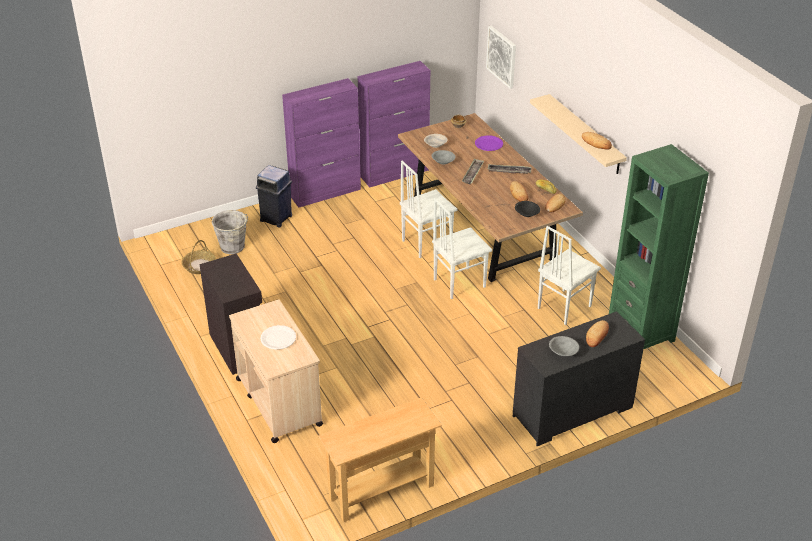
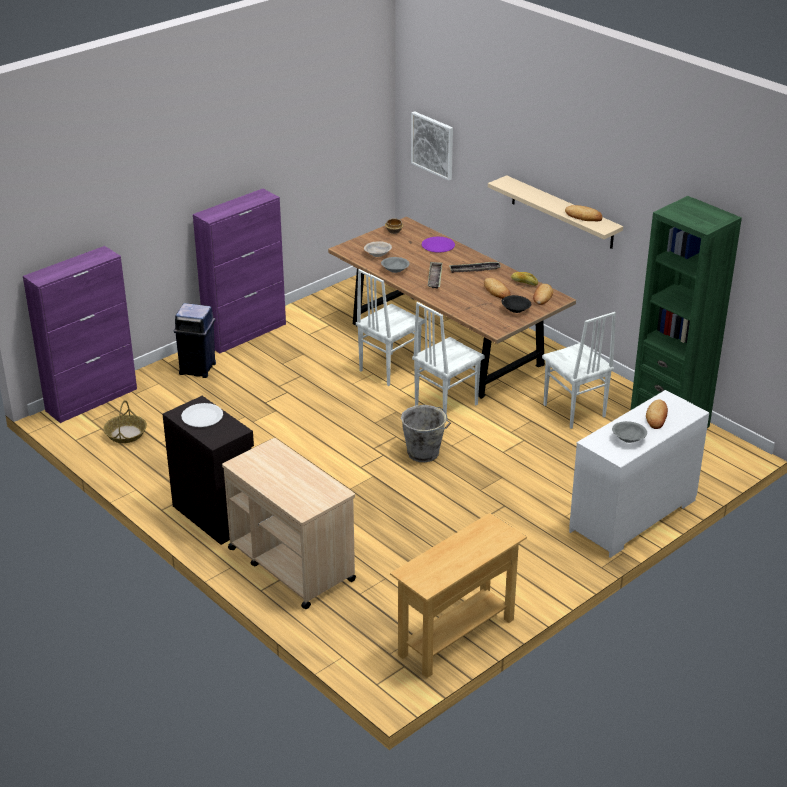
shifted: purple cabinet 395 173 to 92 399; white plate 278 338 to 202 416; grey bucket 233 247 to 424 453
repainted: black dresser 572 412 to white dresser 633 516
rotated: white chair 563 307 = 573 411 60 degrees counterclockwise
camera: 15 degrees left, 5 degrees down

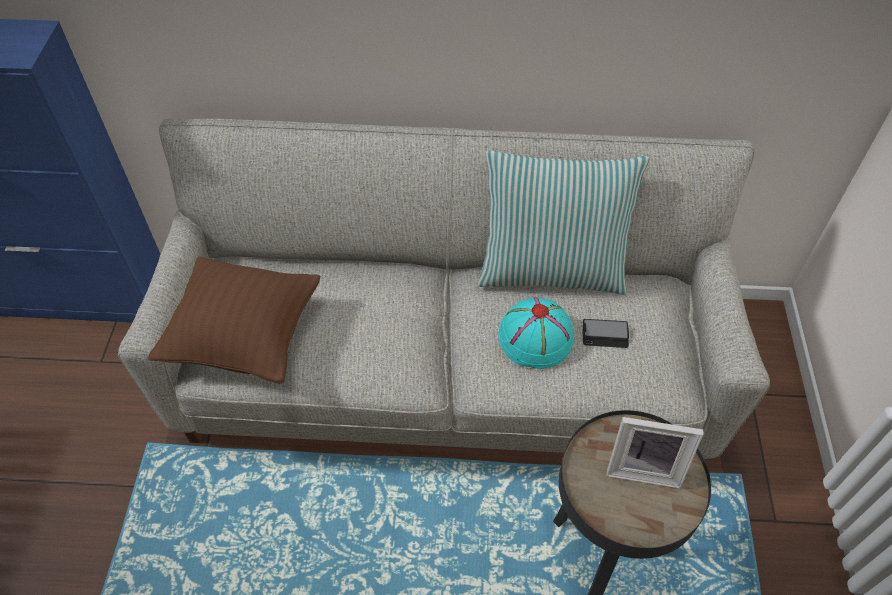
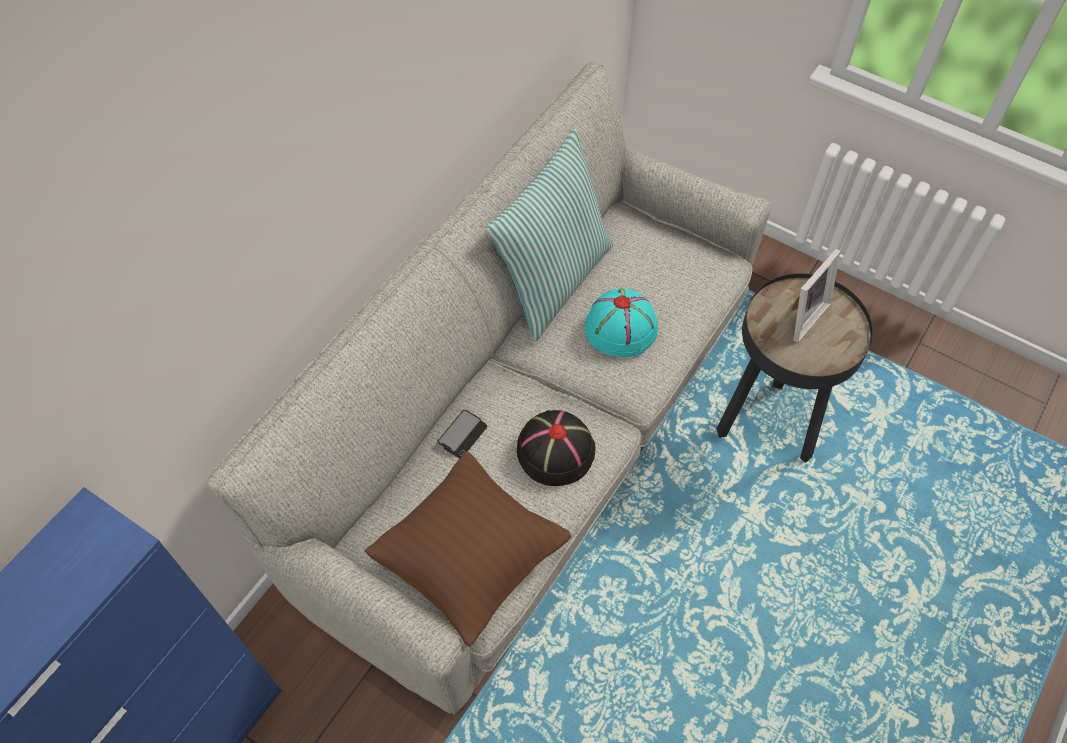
new: black hat 555 450
shifted: phone 605 334 to 462 434
camera: 60 degrees left, 5 degrees up

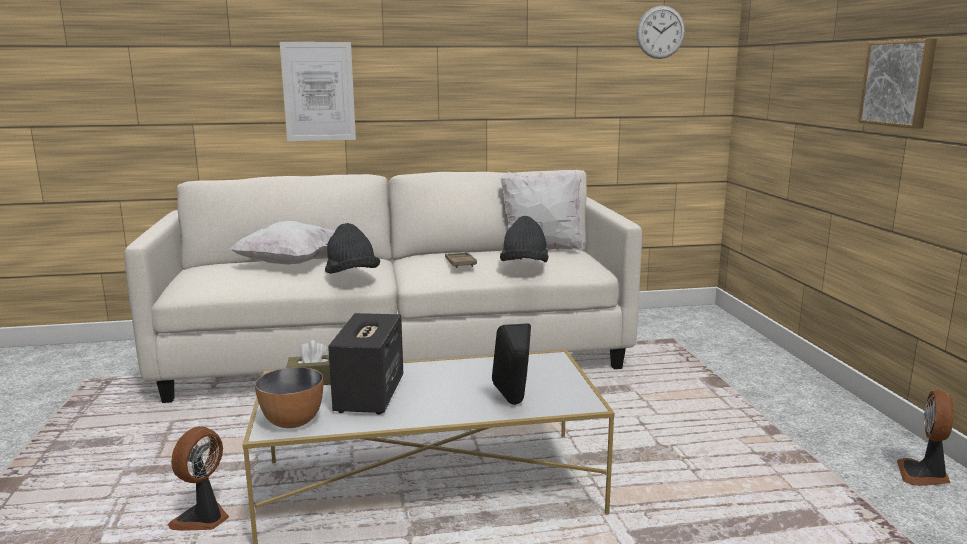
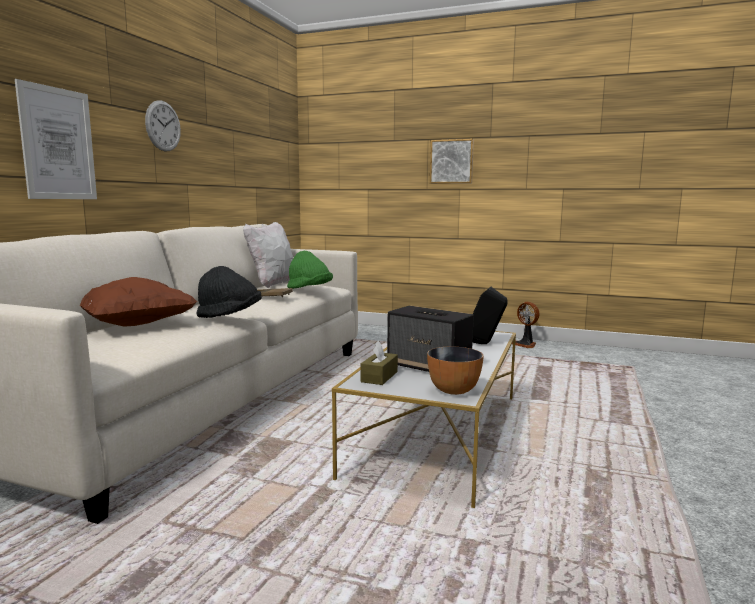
gone: fan 203 519
shifted: wall clock 660 32 to 163 126
repainted: white pillow 291 264 to brown pillow 135 325; black hat 524 266 to green hat 309 290
camera: 60 degrees left, 5 degrees down

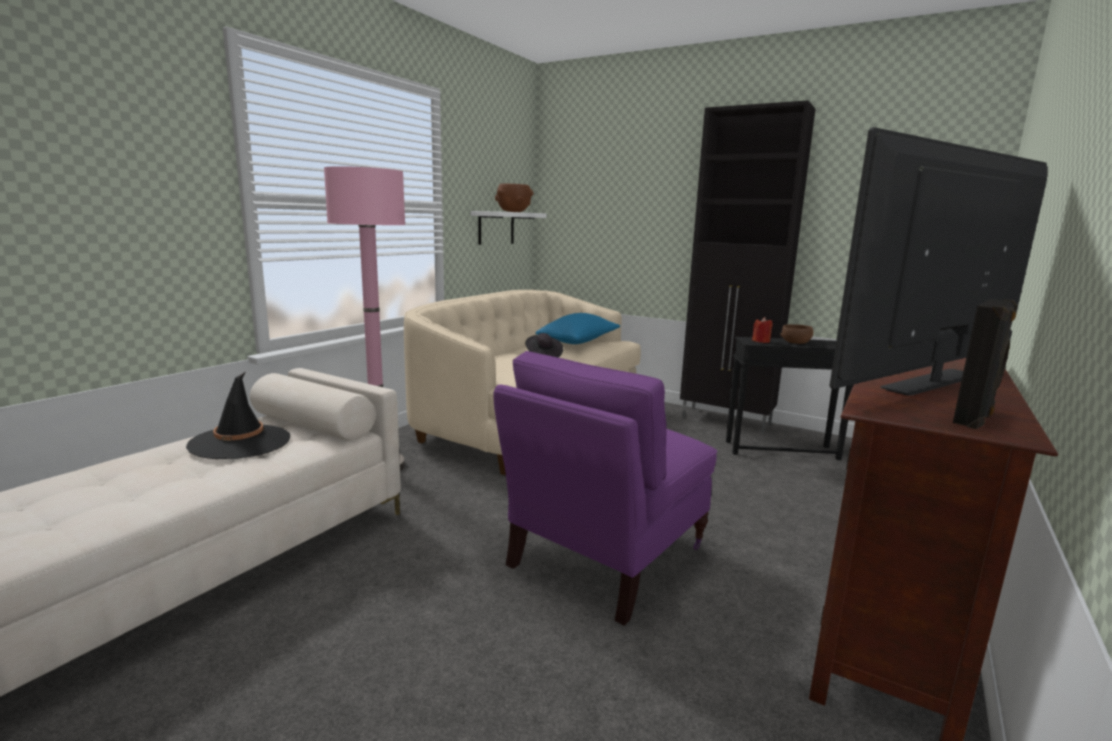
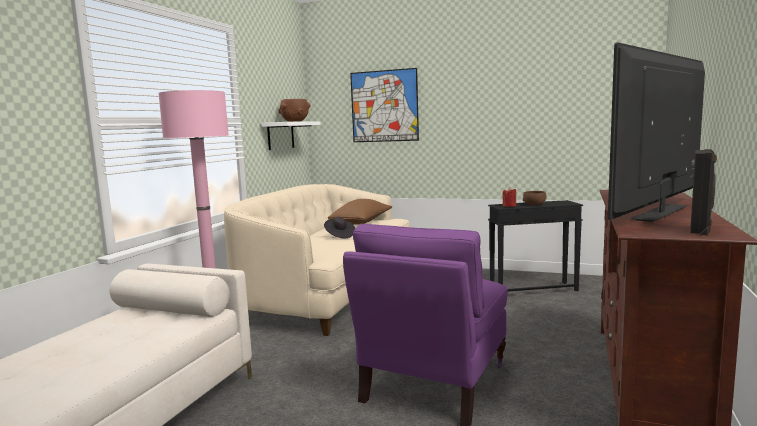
gone: black hat 240 442; black cabinet 727 421
new: picture 384 106
repainted: blue pillow 579 342 to brown pillow 362 223
camera: 10 degrees left, 5 degrees down

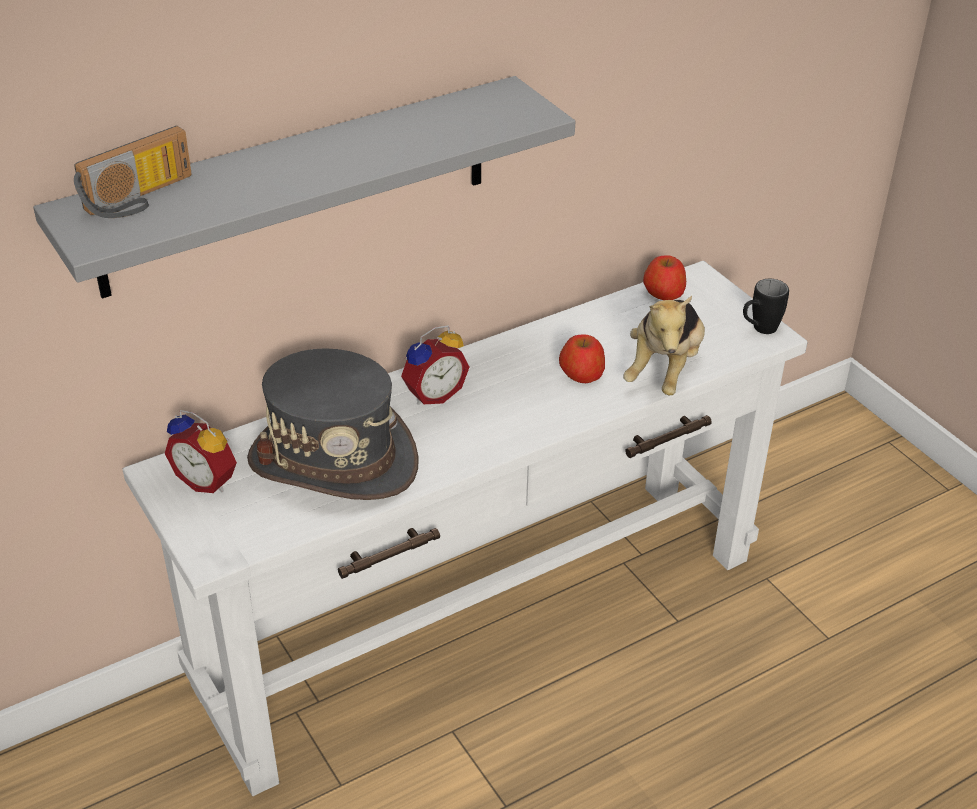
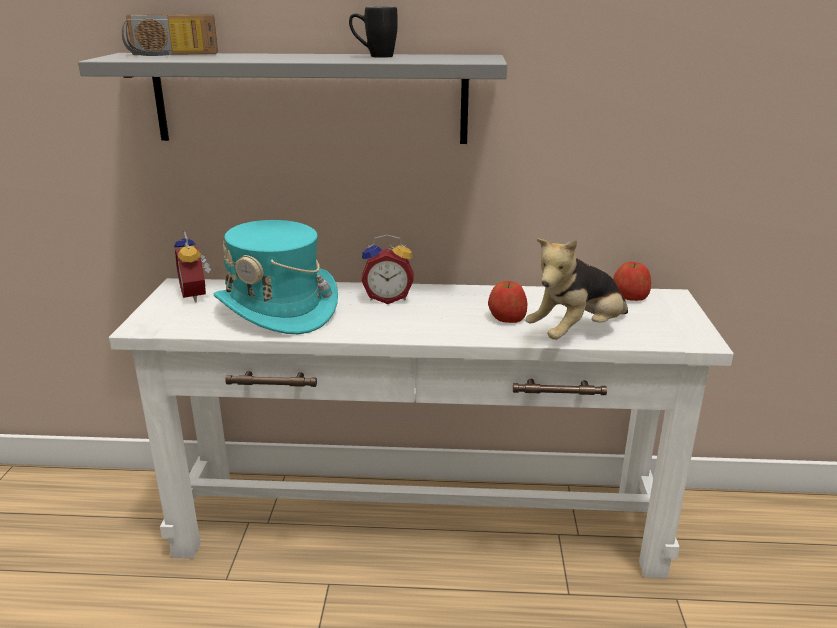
shifted: black mug 759 330 to 374 56
repainted: grey hat 333 461 to turquoise hat 278 309
camera: 35 degrees right, 15 degrees down

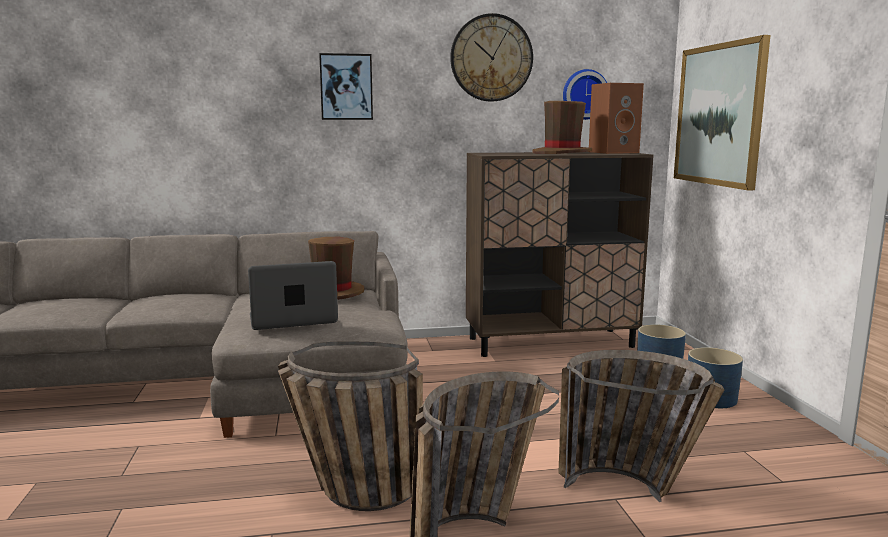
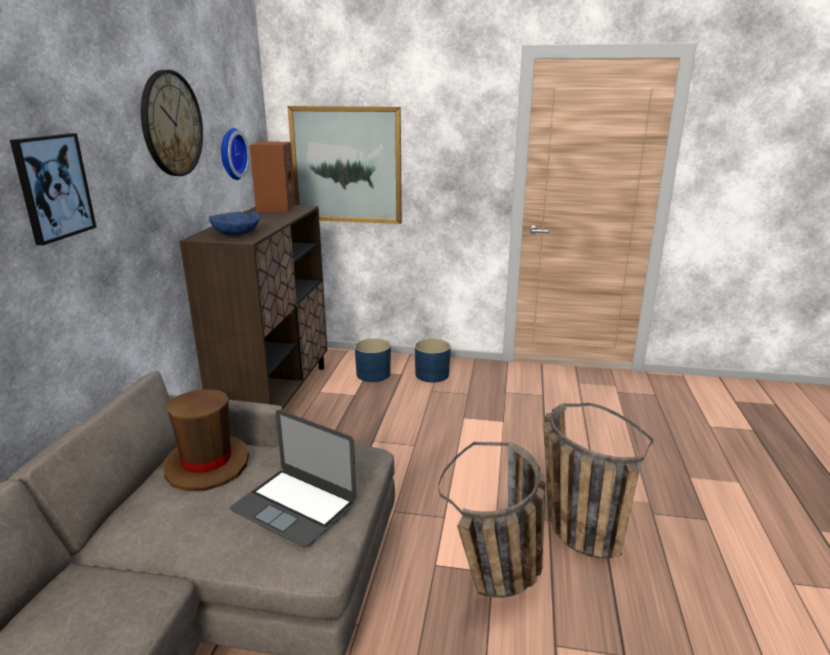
gone: brown hat 562 153; basket 633 490
new: blue bowl 235 233
rotated: laptop 292 319 = 294 506 60 degrees counterclockwise
camera: 70 degrees left, 10 degrees up

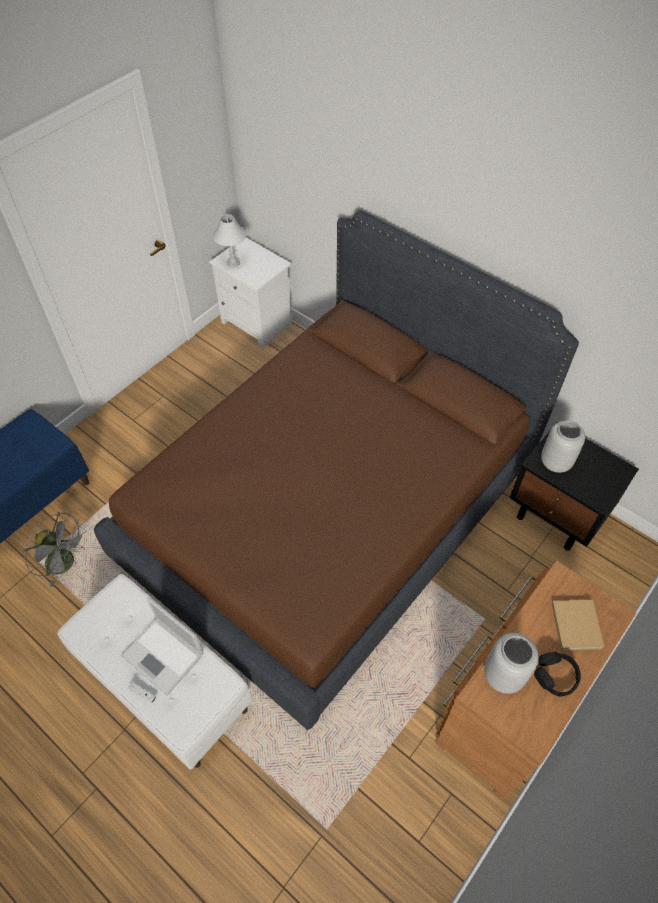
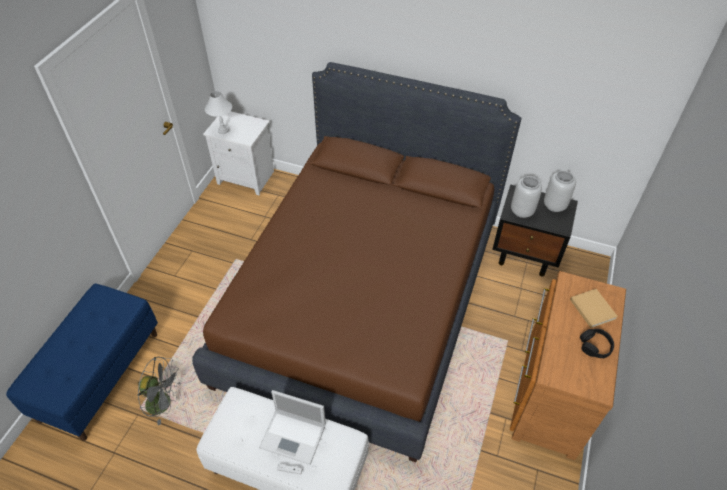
shifted: grey vase 503 674 to 554 205
camera: 20 degrees left, 5 degrees down

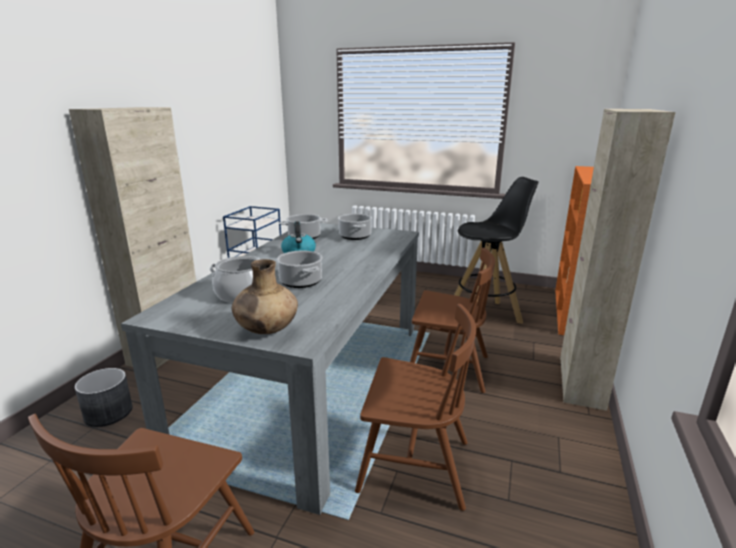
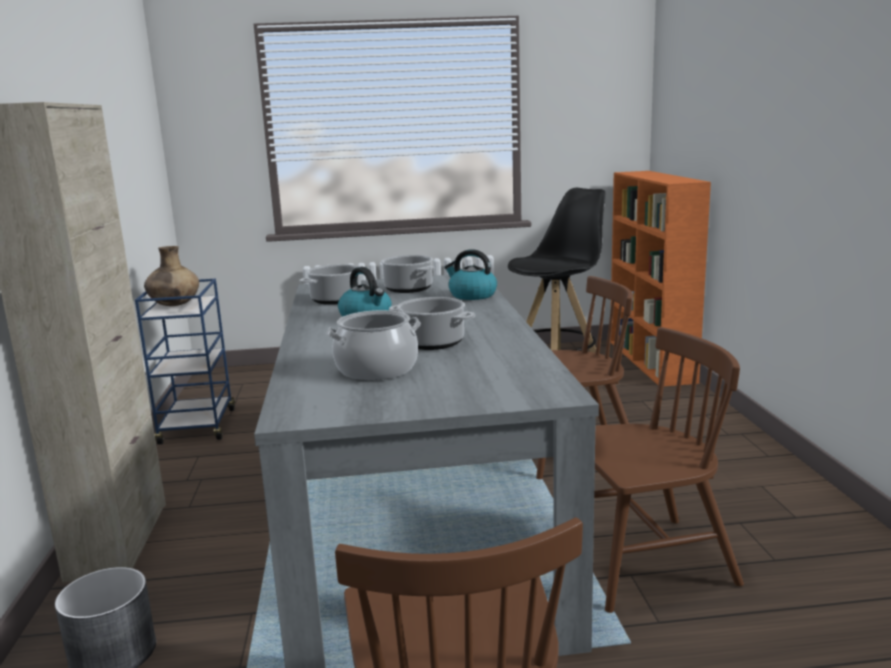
gone: beige cabinet 581 382
new: kettle 471 295
shifted: brown vase 266 330 to 174 305
camera: 25 degrees left, 5 degrees down

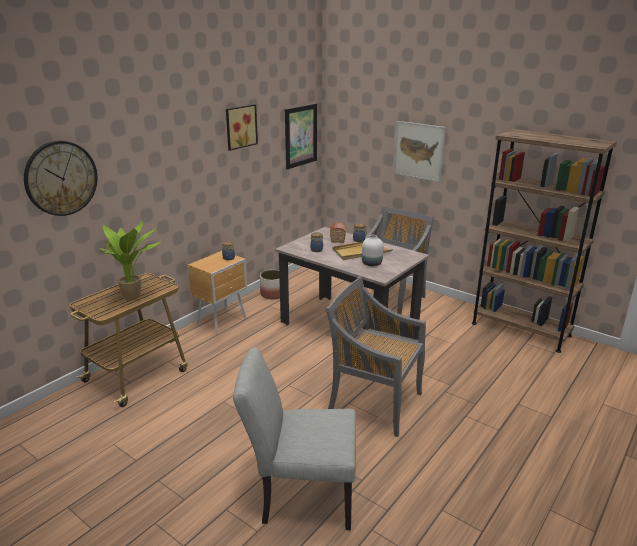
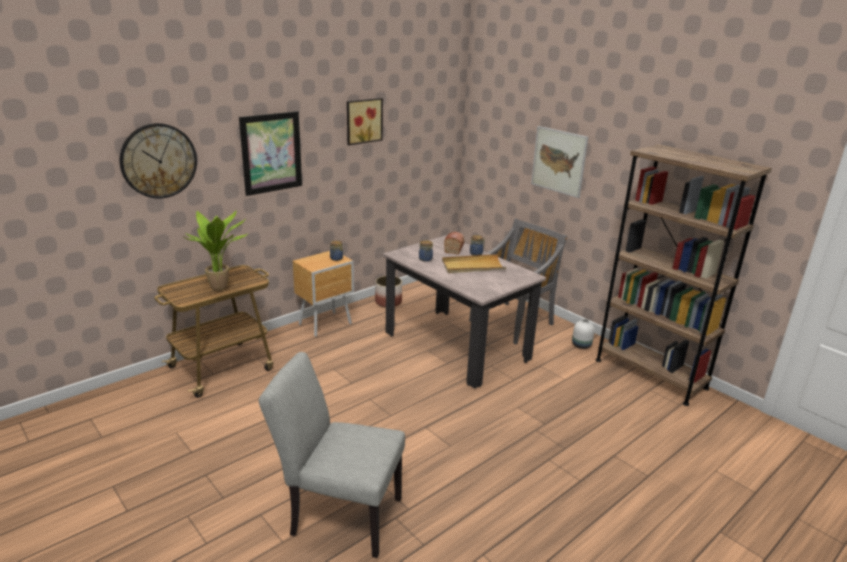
gone: grey chair 373 402
shifted: picture 300 136 to 271 153; white vase 371 264 to 581 345
camera: 10 degrees right, 0 degrees up

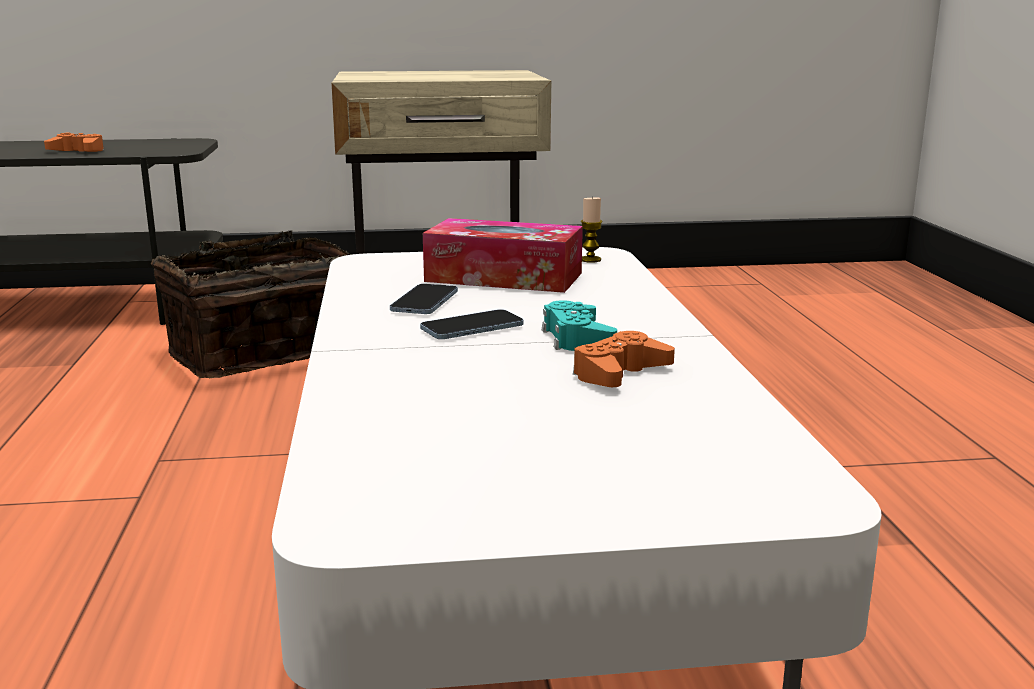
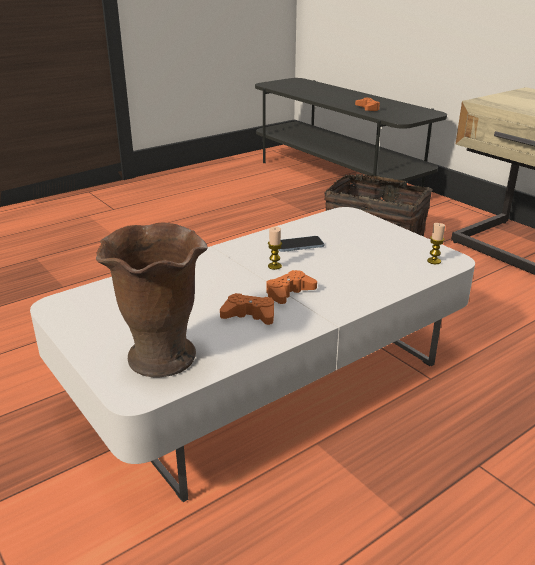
gone: tissue box 504 277
new: brown vase 162 357
swapped: phone 472 328 to candle 274 266
repainted: turquoise game controller 577 338 to orange game controller 289 293
camera: 60 degrees right, 10 degrees up

